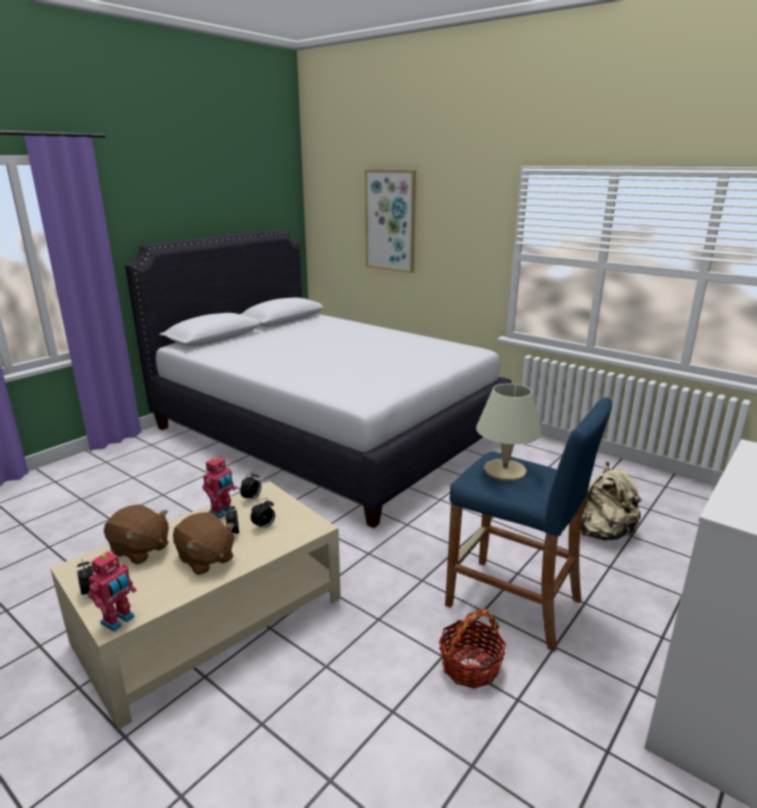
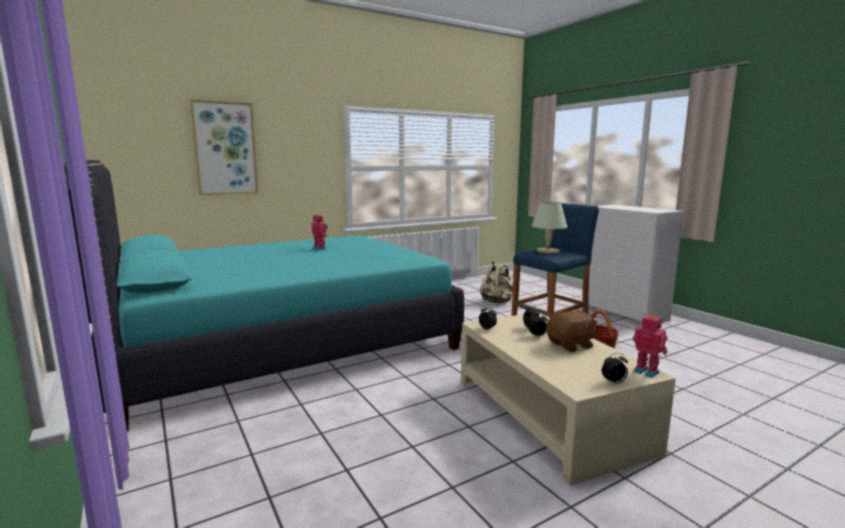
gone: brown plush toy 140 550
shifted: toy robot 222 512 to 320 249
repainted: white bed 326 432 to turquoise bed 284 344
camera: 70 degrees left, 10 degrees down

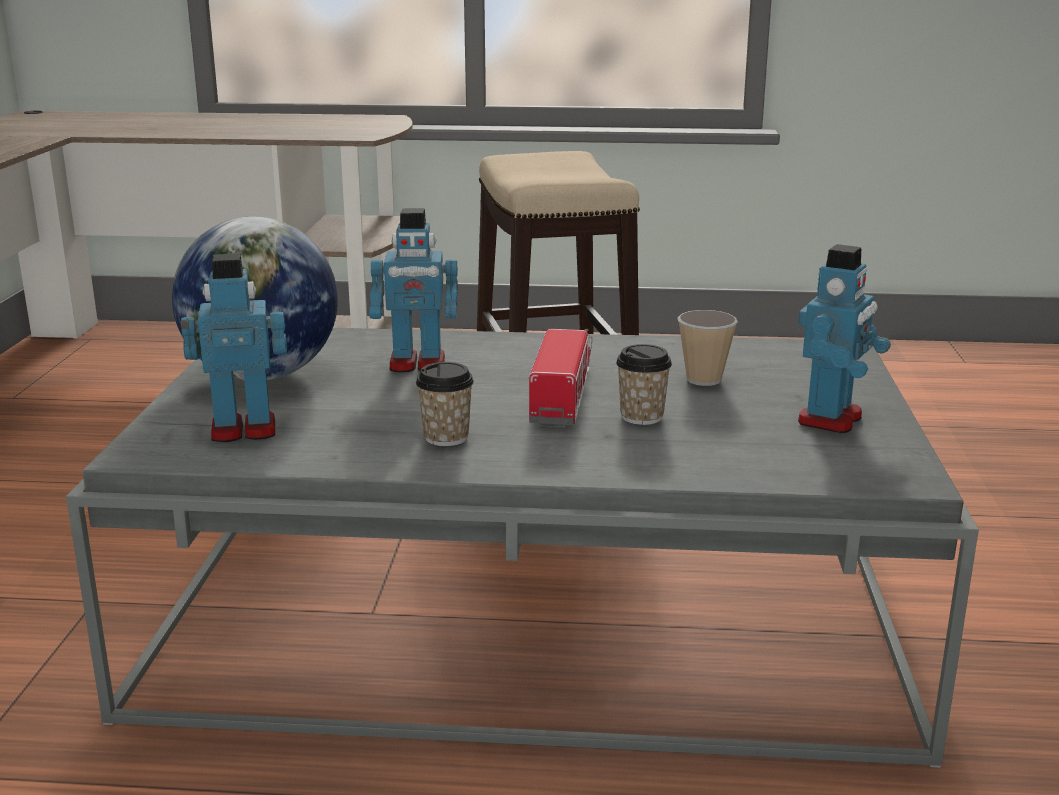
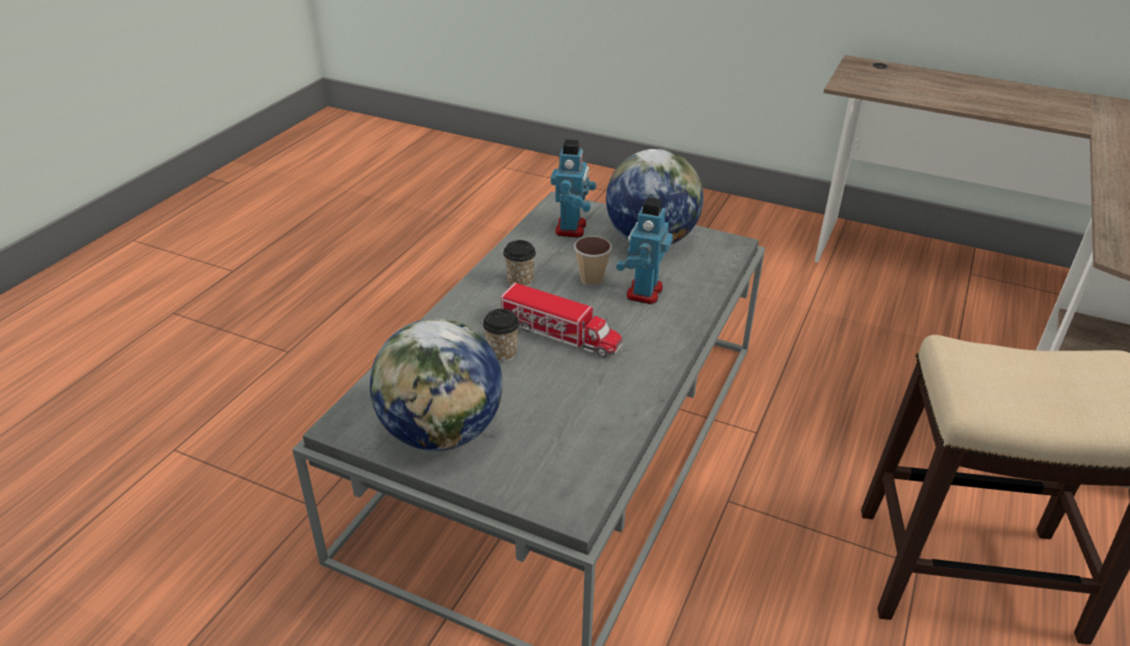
shifted: cup 703 379 to 591 280
swapped: toy robot 831 419 to globe 442 432
camera: 110 degrees right, 15 degrees up

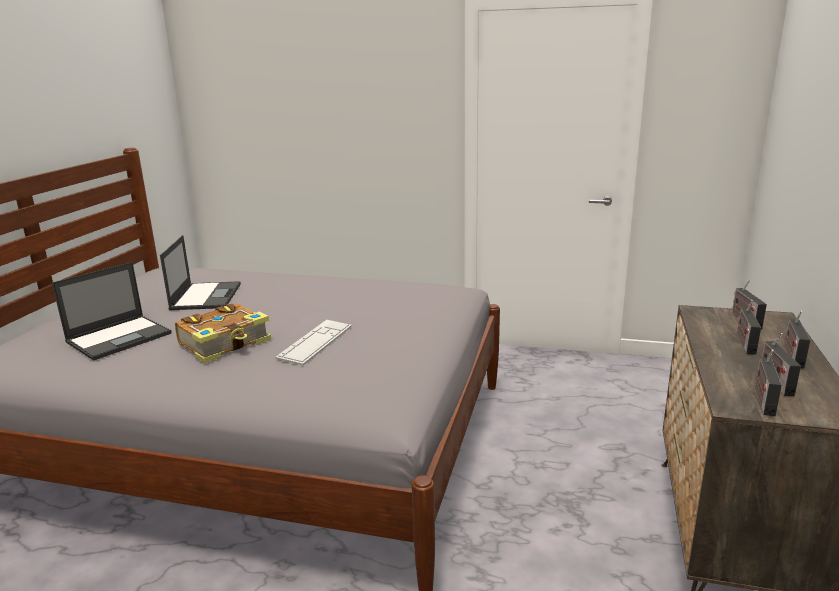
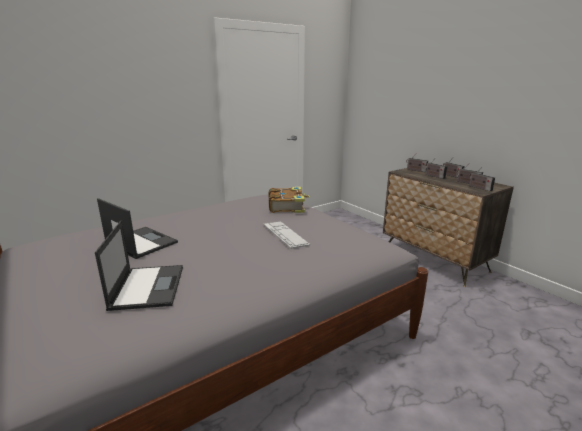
shifted: book 226 343 to 287 206
camera: 50 degrees left, 0 degrees up

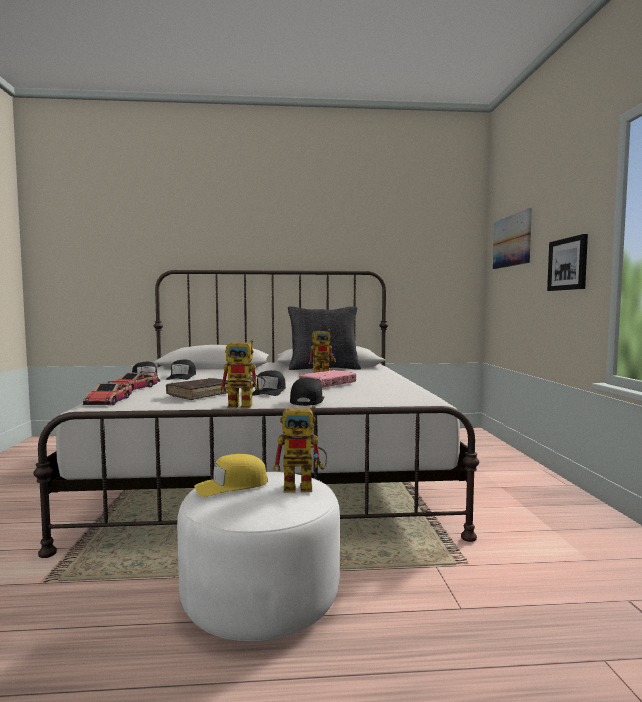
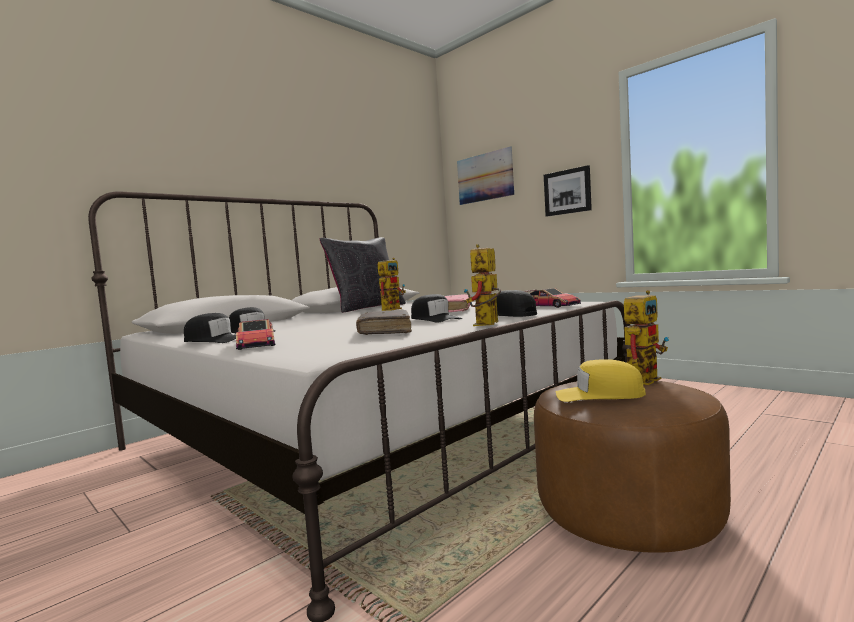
shifted: toy car 108 401 to 551 306
repainted: white ottoman 261 598 to brown ottoman 627 513
rotated: toy robot 246 406 = 487 325 150 degrees clockwise; yellow cap 231 485 = 599 395 75 degrees clockwise
camera: 40 degrees left, 0 degrees up

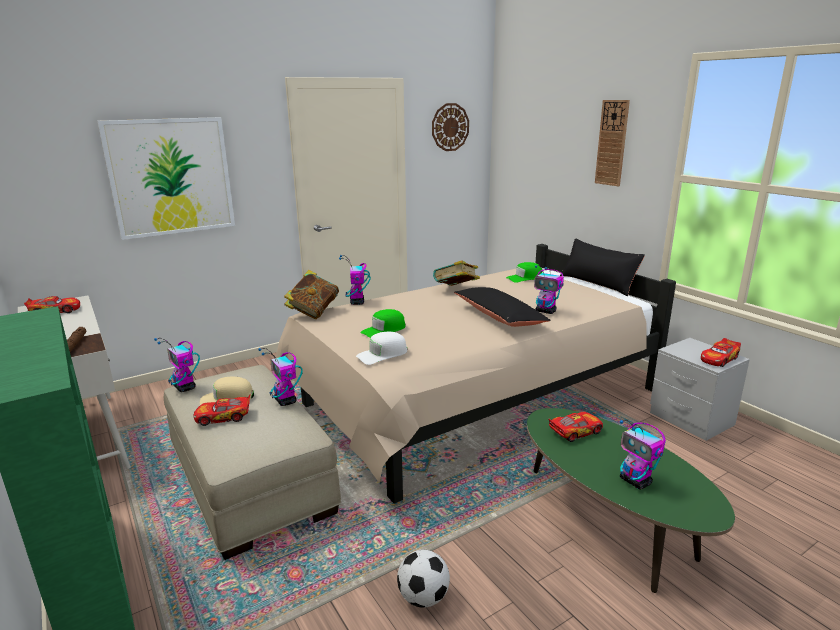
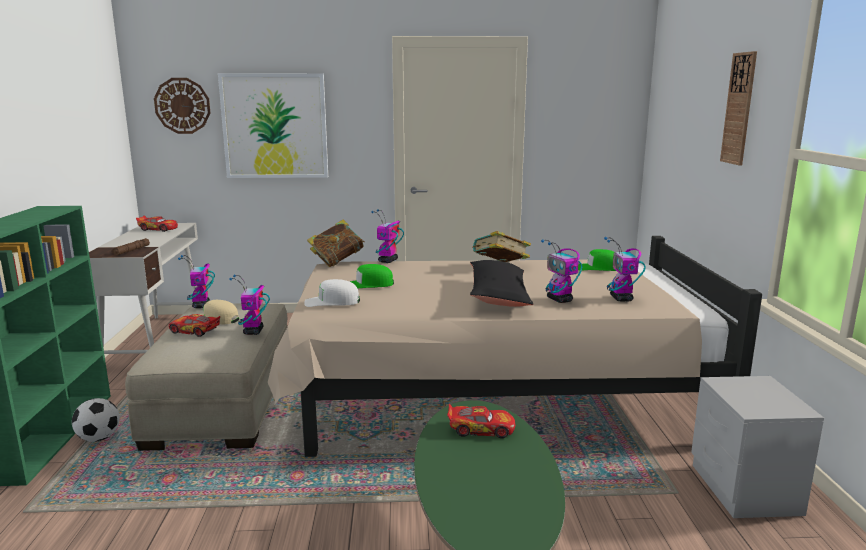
gone: black pillow 598 283; toy car 719 359
shifted: football 423 598 to 98 438; wall clock 450 127 to 182 105; toy robot 636 481 to 621 298
camera: 30 degrees right, 5 degrees down

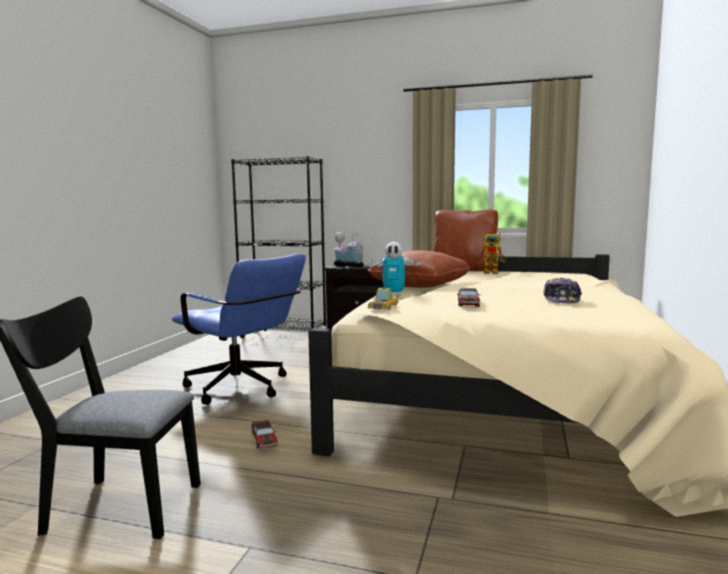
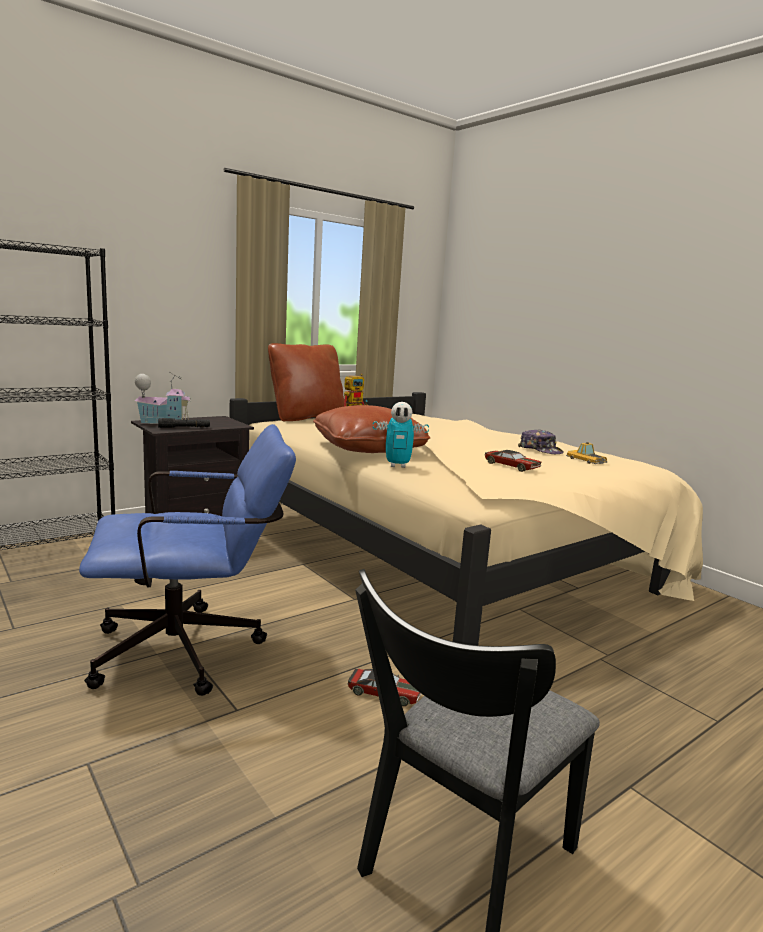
shifted: toy car 383 306 to 585 460
rotated: toy robot 394 294 = 398 466 45 degrees clockwise
camera: 55 degrees left, 5 degrees up

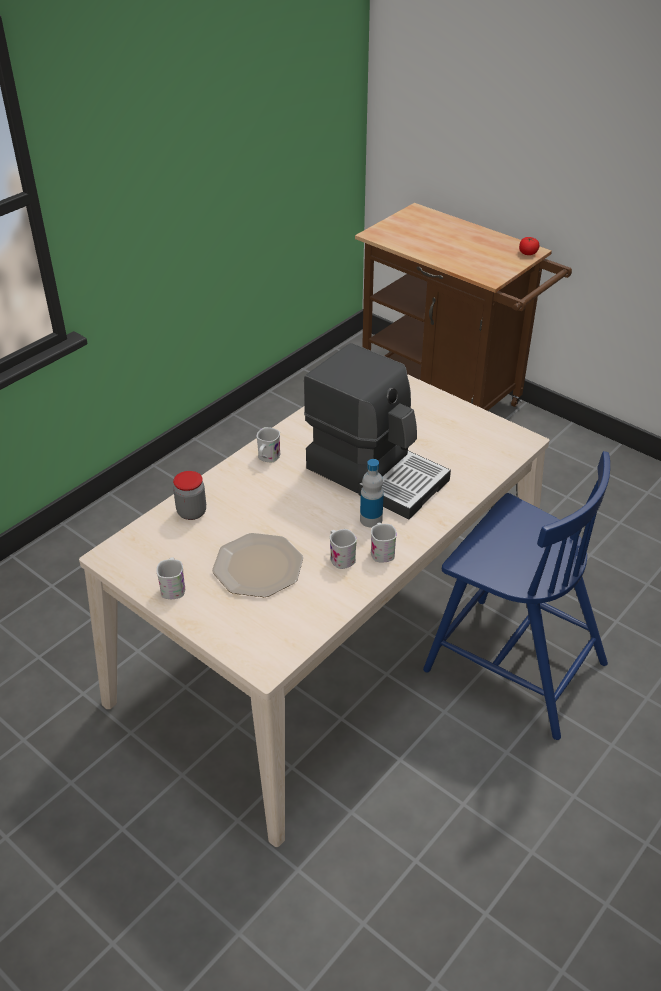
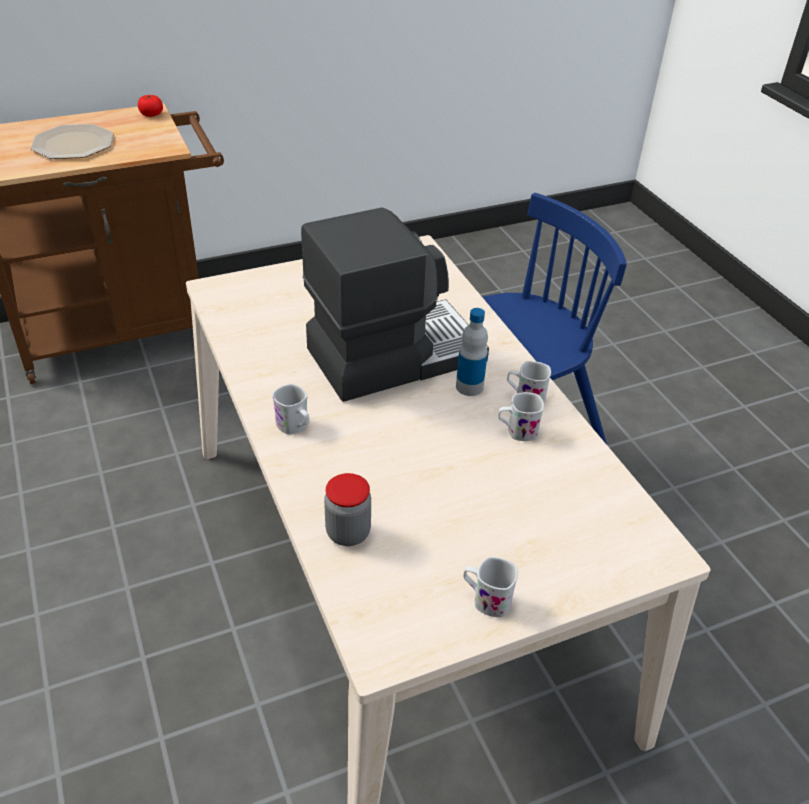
shifted: plate 258 566 to 72 143
camera: 65 degrees left, 0 degrees up

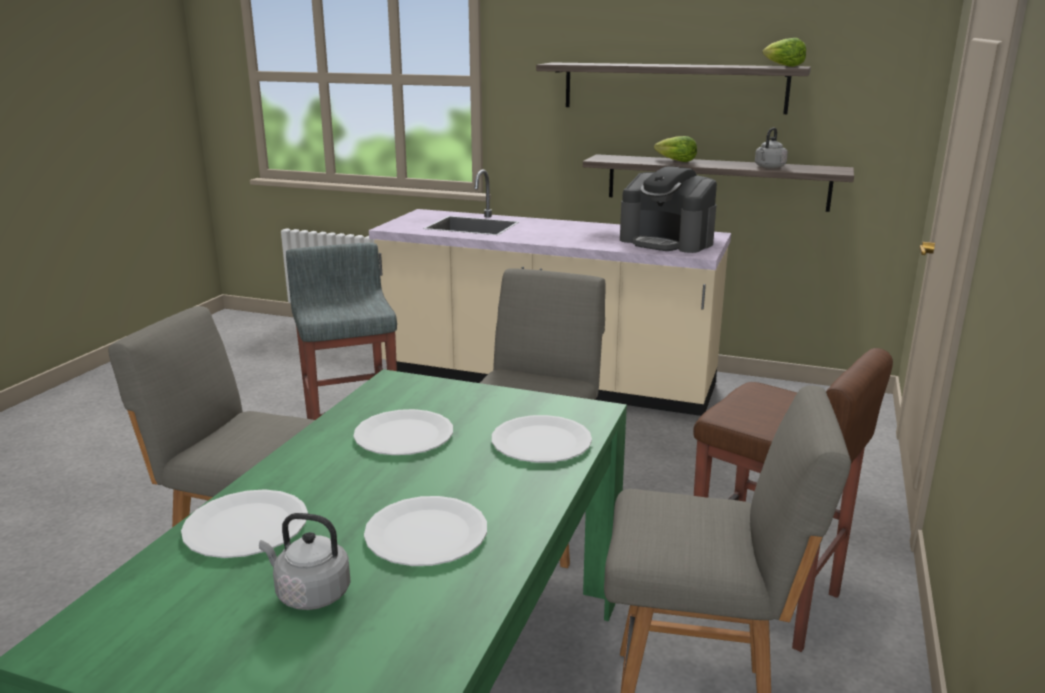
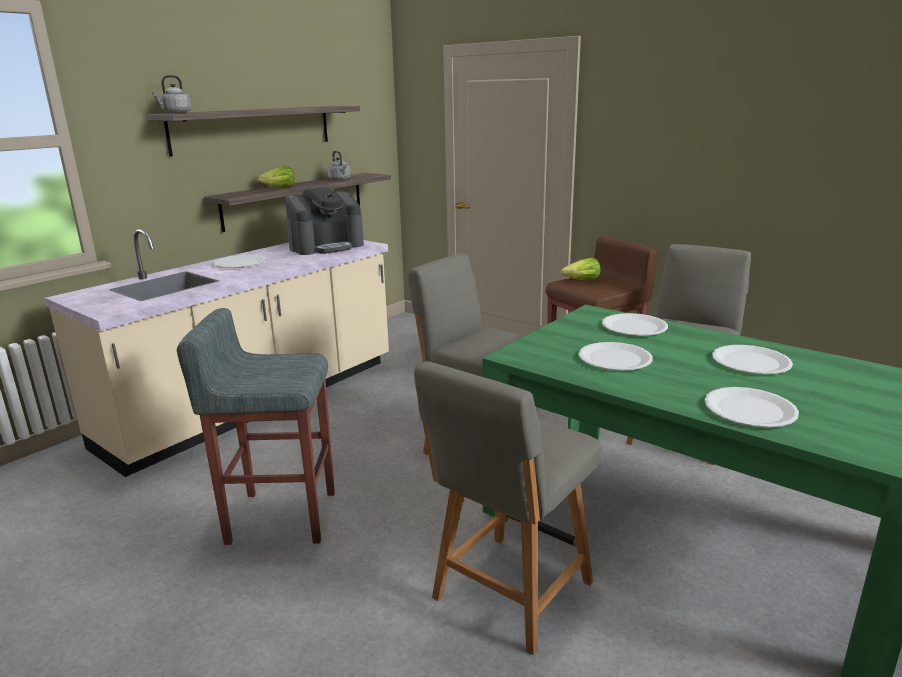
new: white plate 240 263
shifted: grey kettle 309 594 to 175 113; lettuce 782 66 to 582 281
camera: 70 degrees left, 0 degrees up

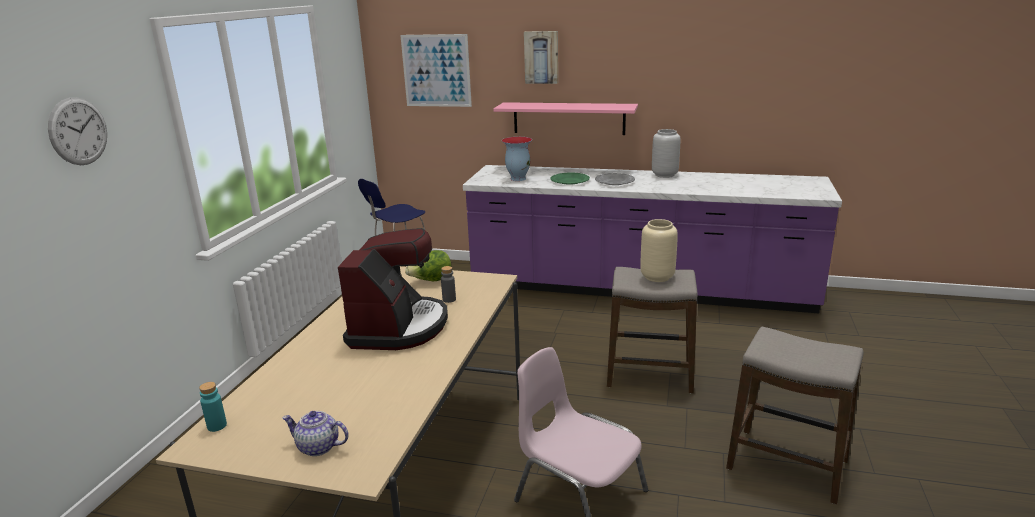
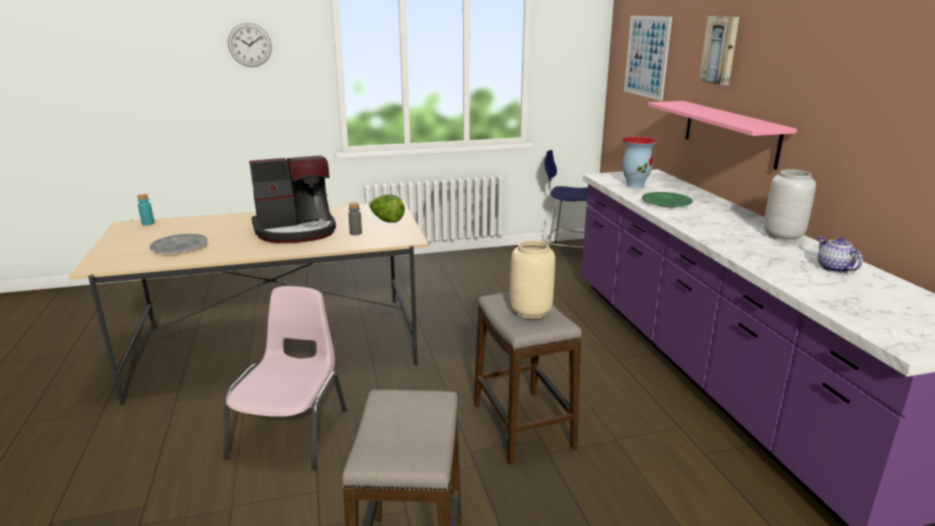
shifted: grey plate 615 182 to 179 247; teapot 317 447 to 833 268
camera: 60 degrees right, 0 degrees up

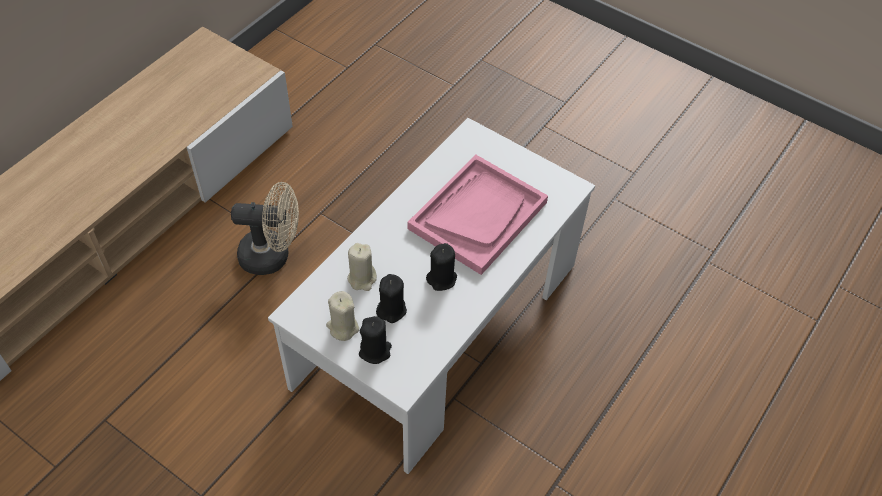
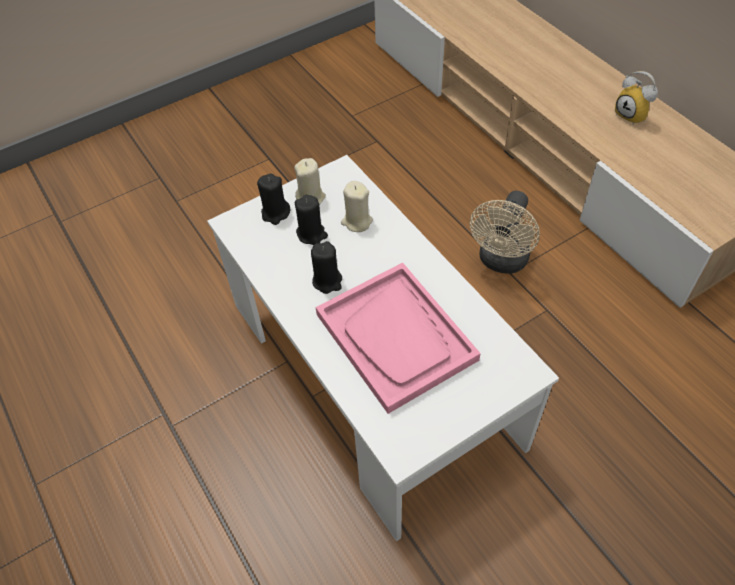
new: alarm clock 633 115
camera: 115 degrees right, 0 degrees up

